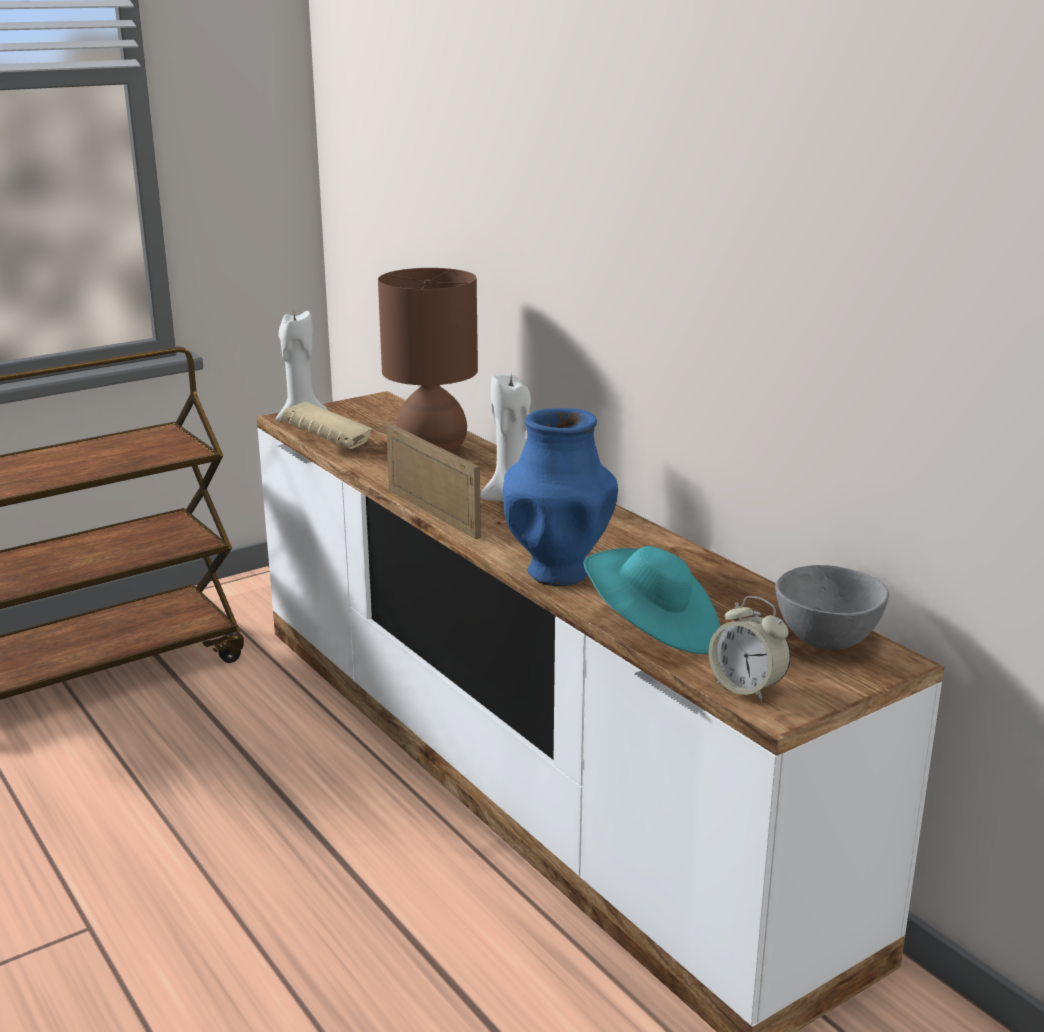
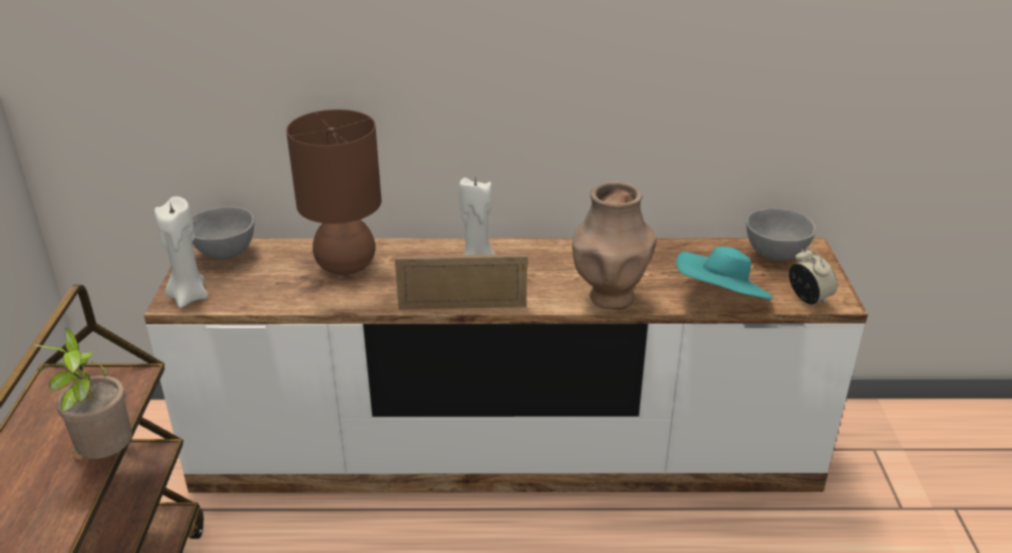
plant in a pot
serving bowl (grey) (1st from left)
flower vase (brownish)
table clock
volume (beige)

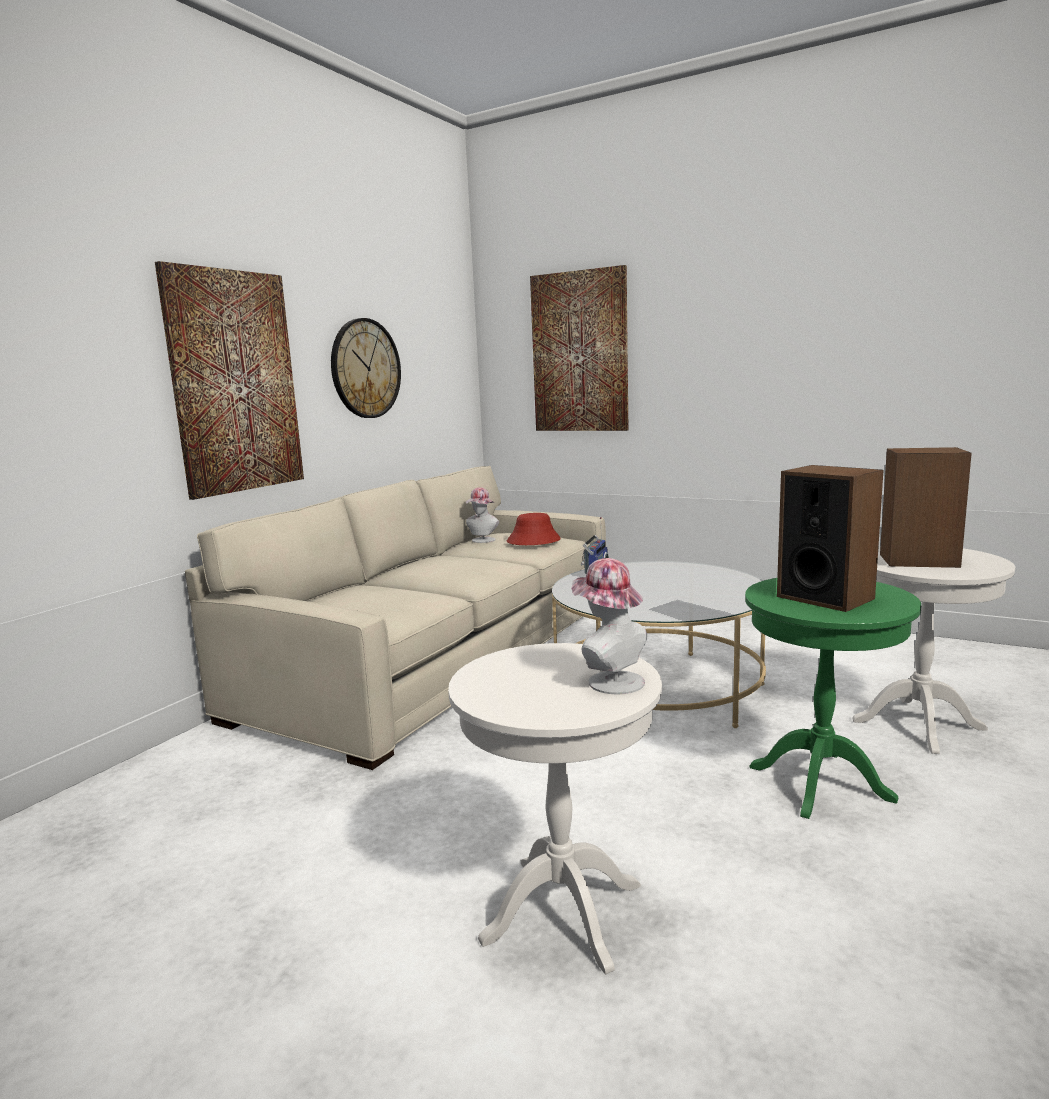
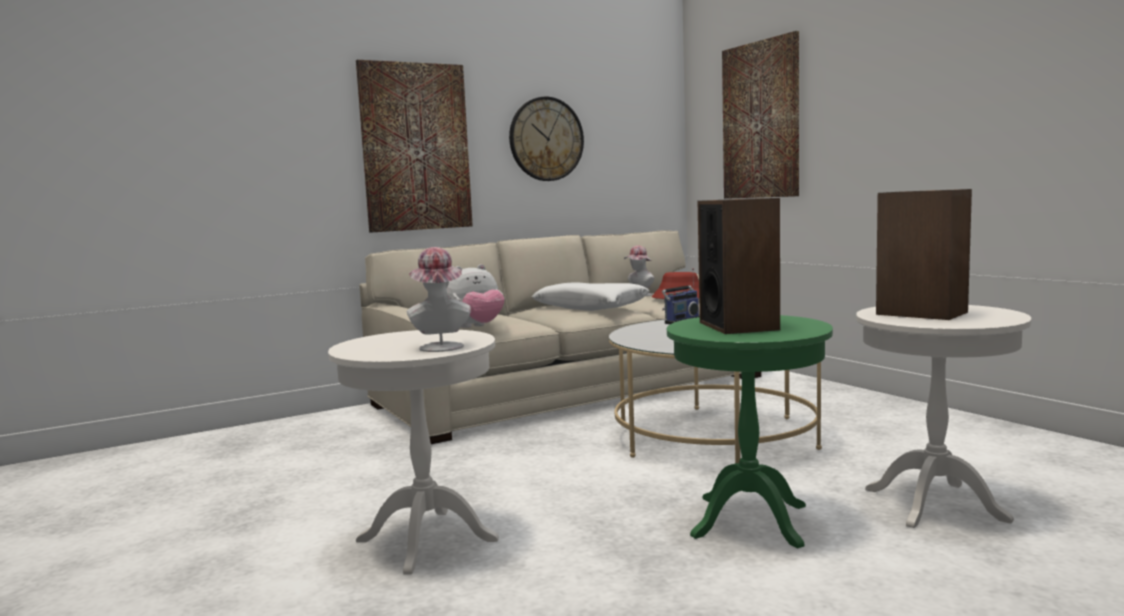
plush toy
pillow (whitish)

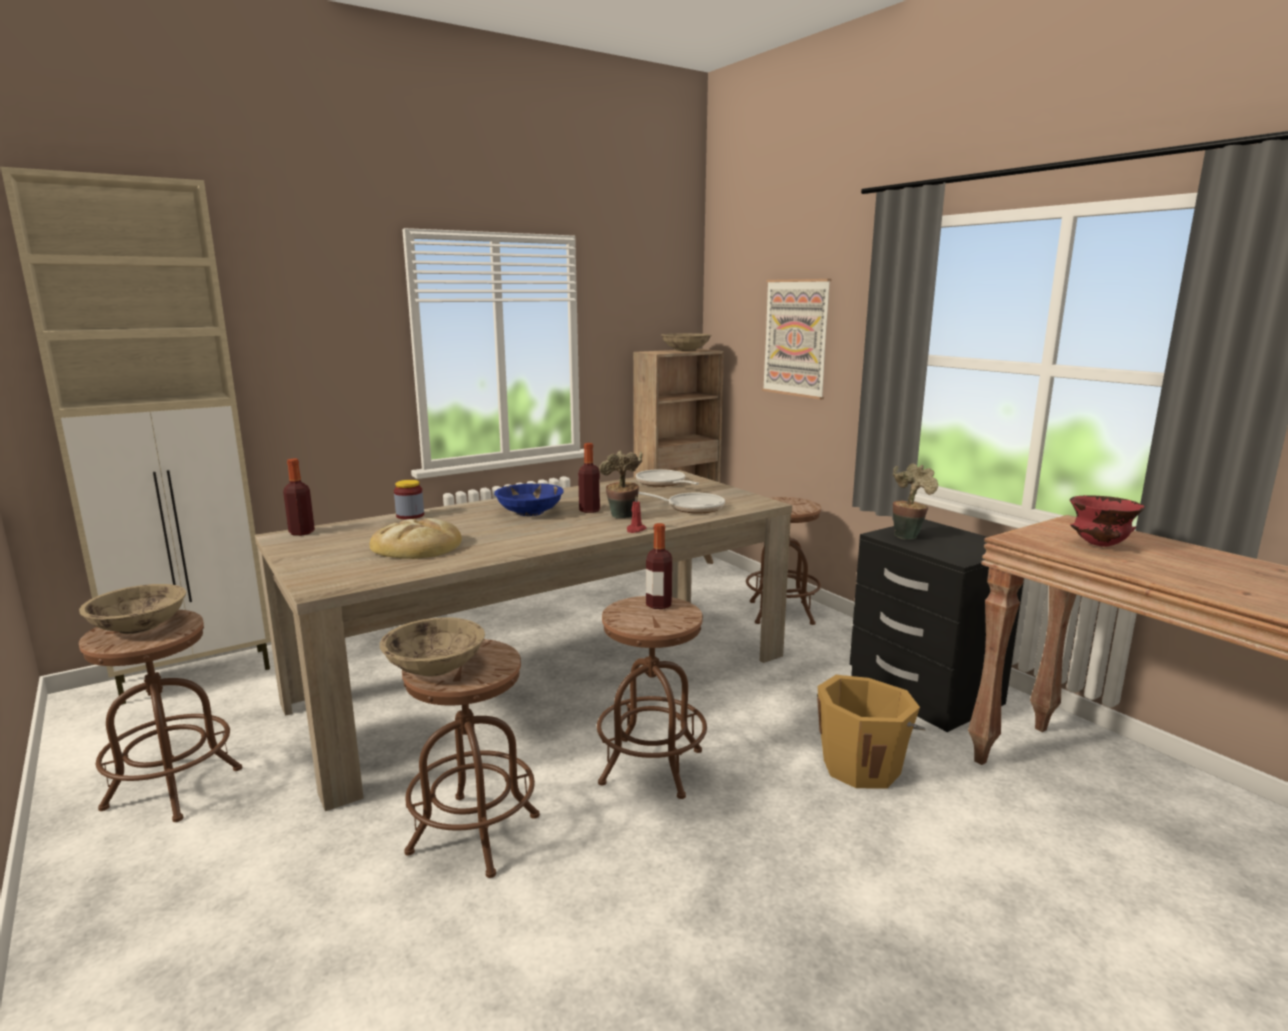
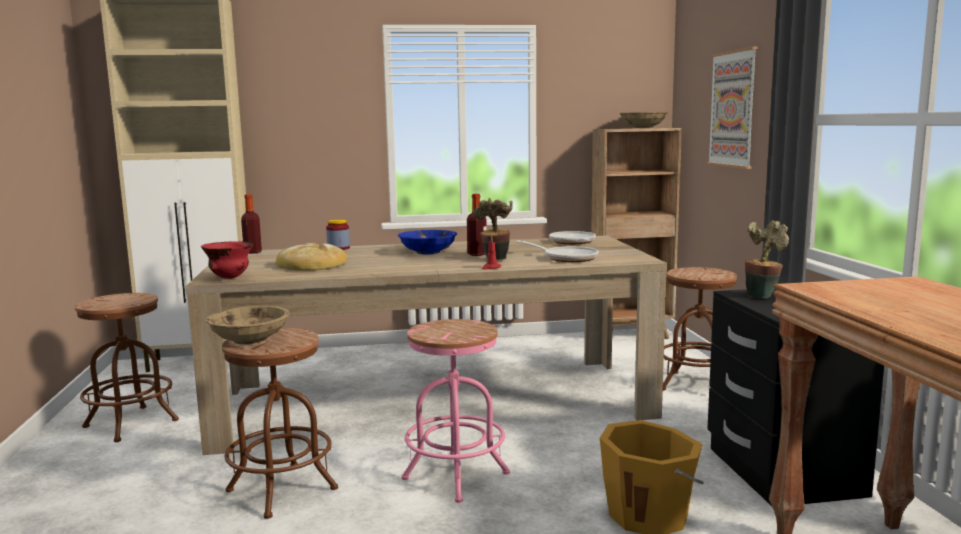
serving bowl (red)
sitting stool (pink-coloured)
serving bowl (beige) (1st from left in the first image)
beverage bottle (3rd from left in the first image)

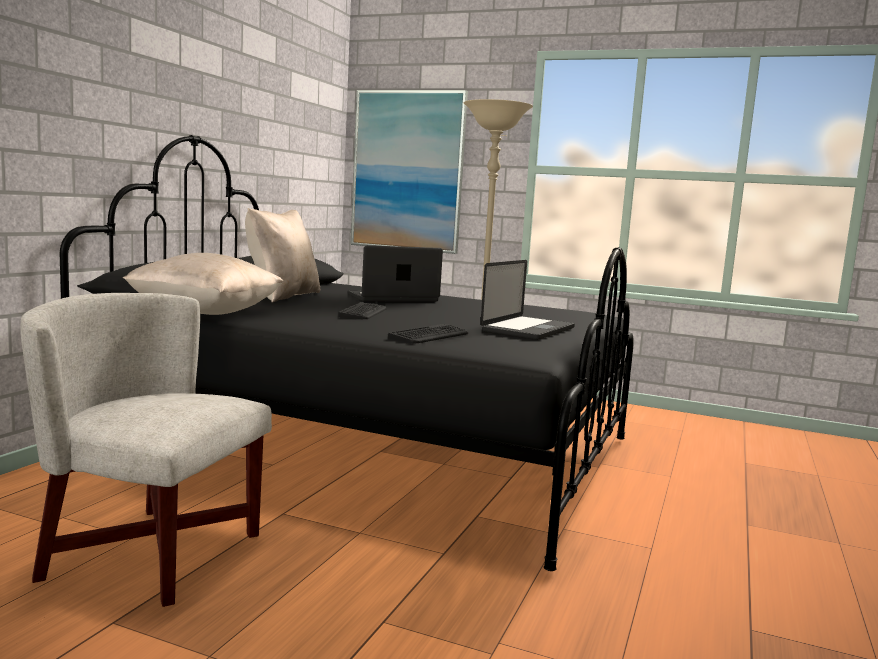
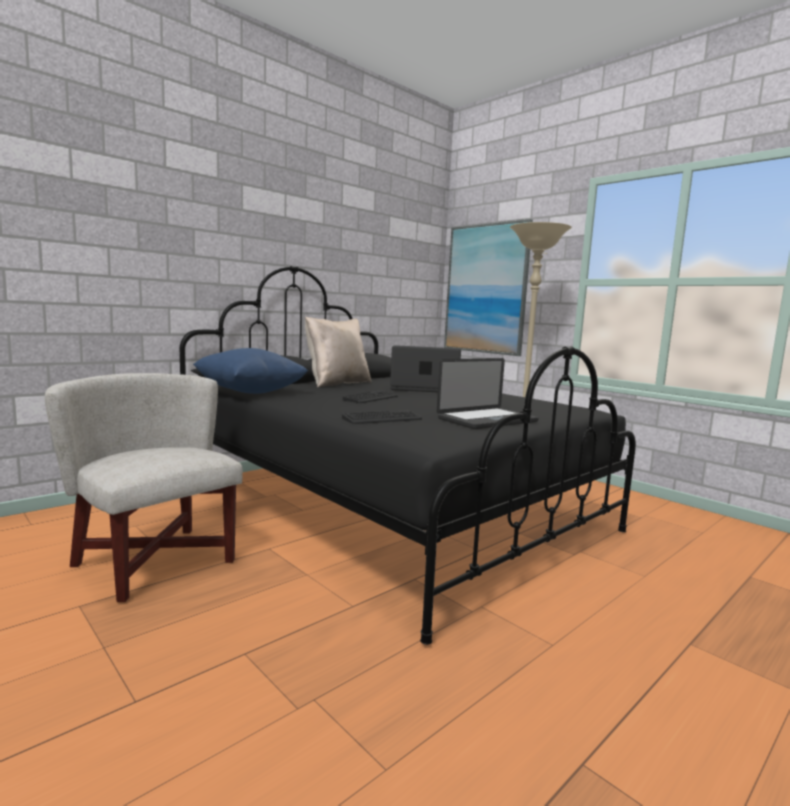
pillow (blue-coloured)

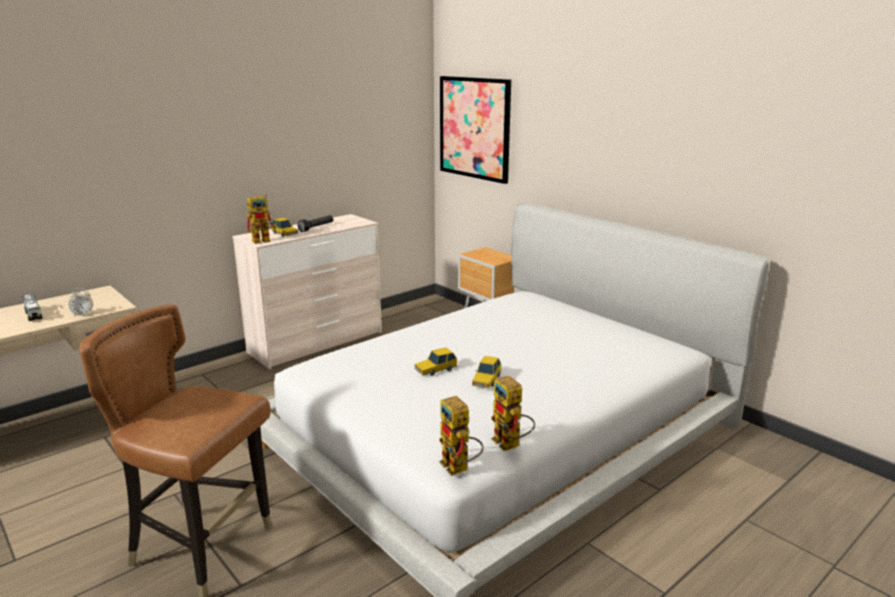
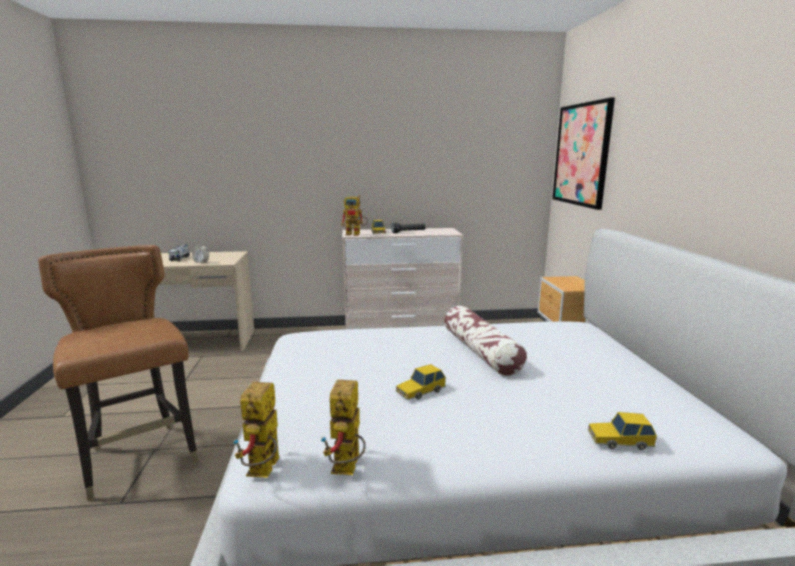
pillow
toy car (3rd from left)

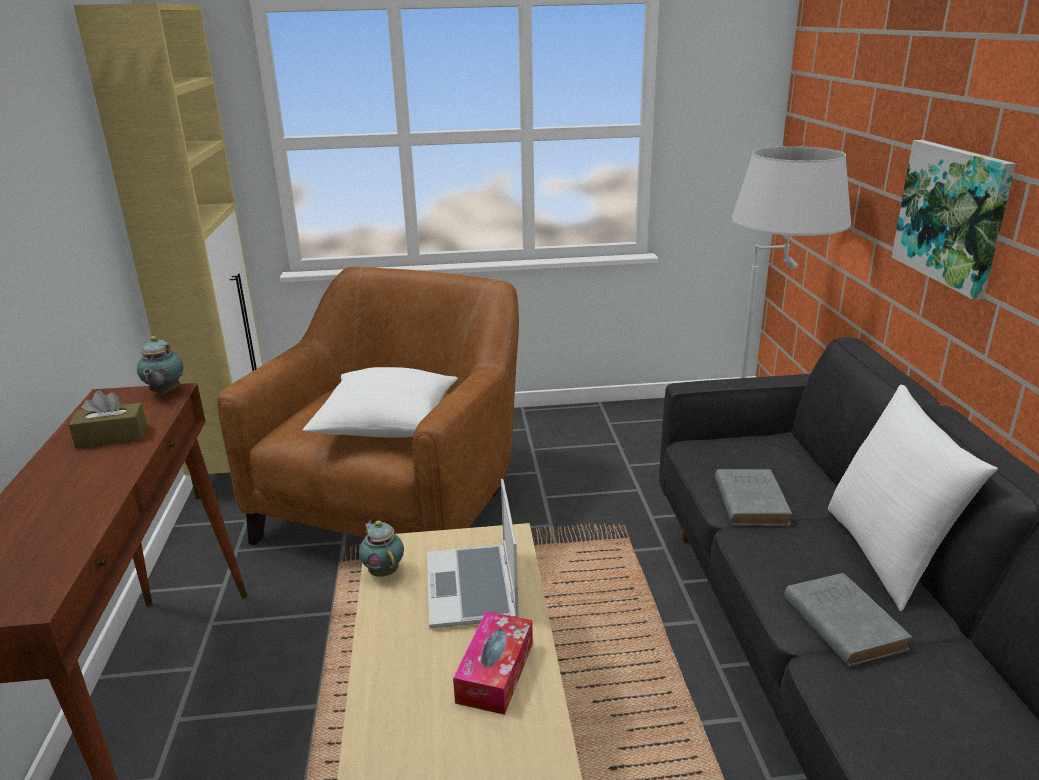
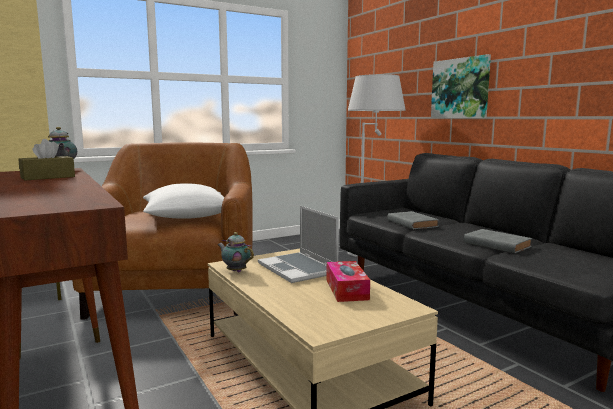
pillow (whitish) (2nd from left in the first image)

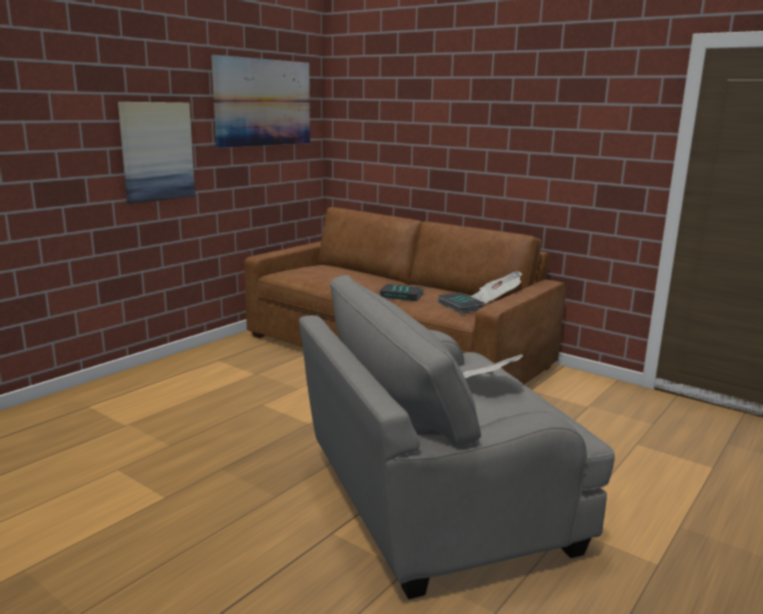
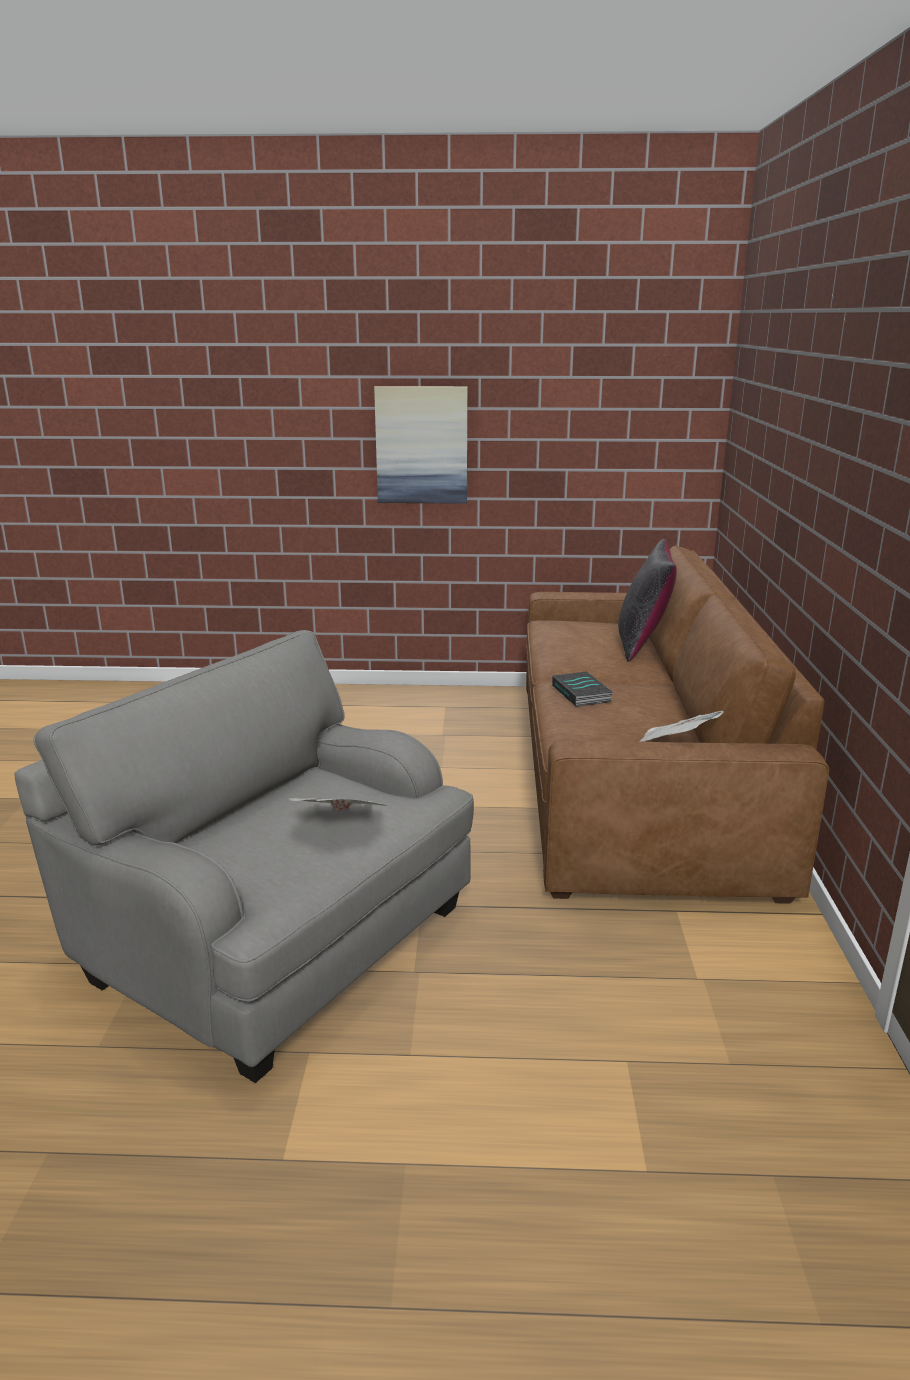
pillow (black)
picture (2nd from left in the first image)
volume (2nd from left in the first image)

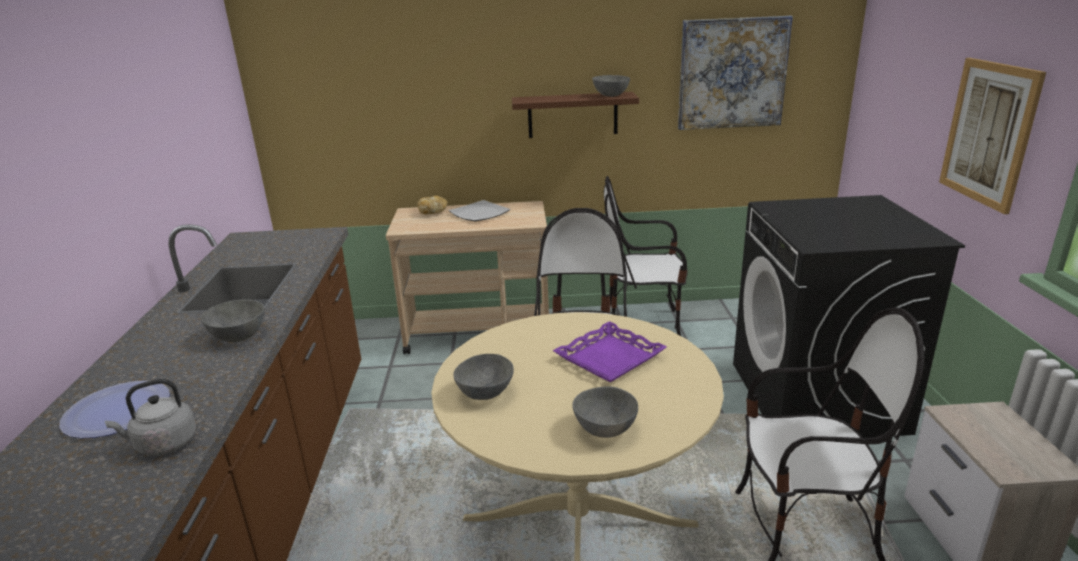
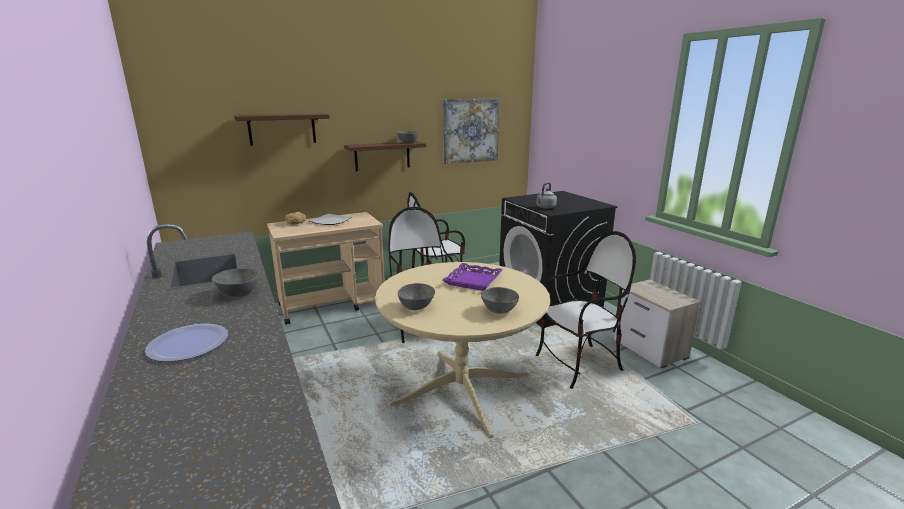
wall shelf (brownish) (1st from left)
kettle (grey)
picture (2nd from left in the first image)

